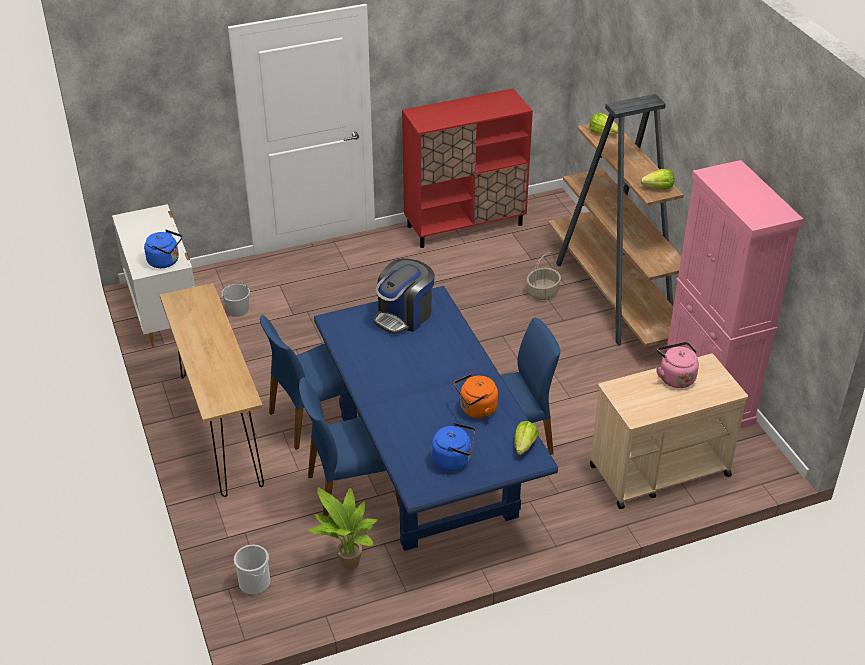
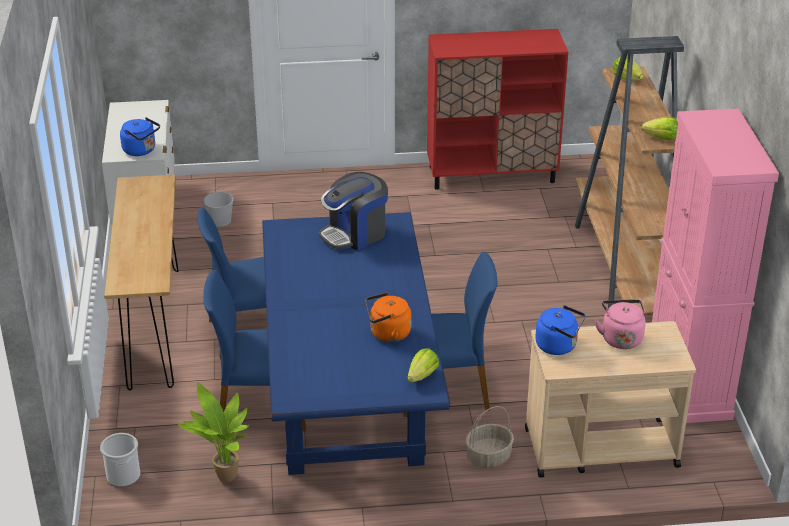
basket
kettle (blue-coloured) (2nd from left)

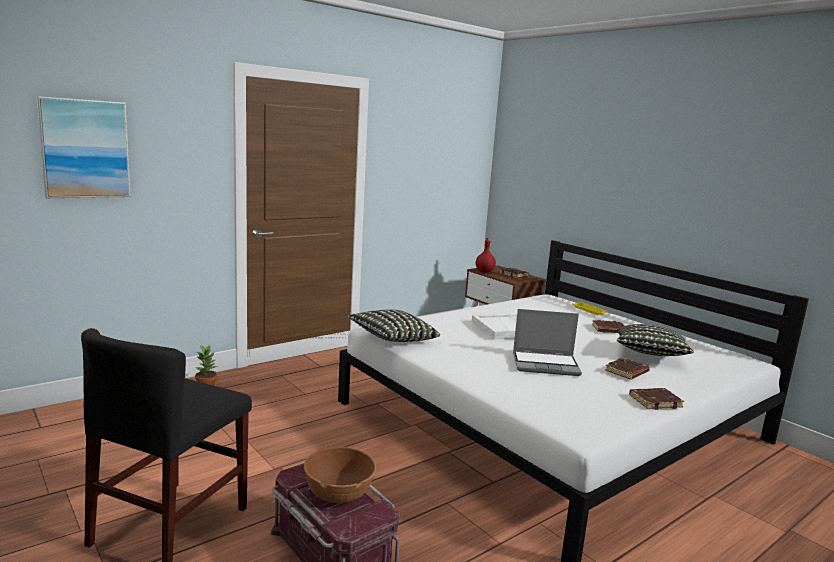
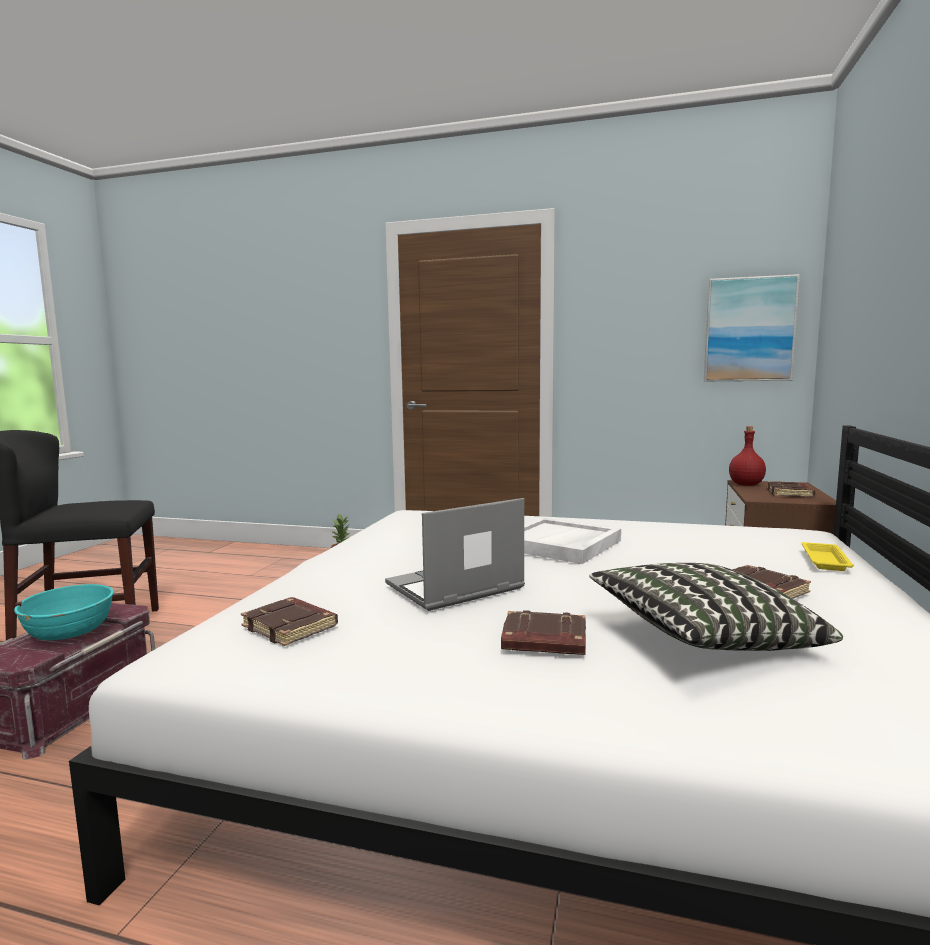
serving bowl (turquoise-coloured)
volume (brownish) (1st from left)
portable computer
picture
pillow (1st from left in the first image)

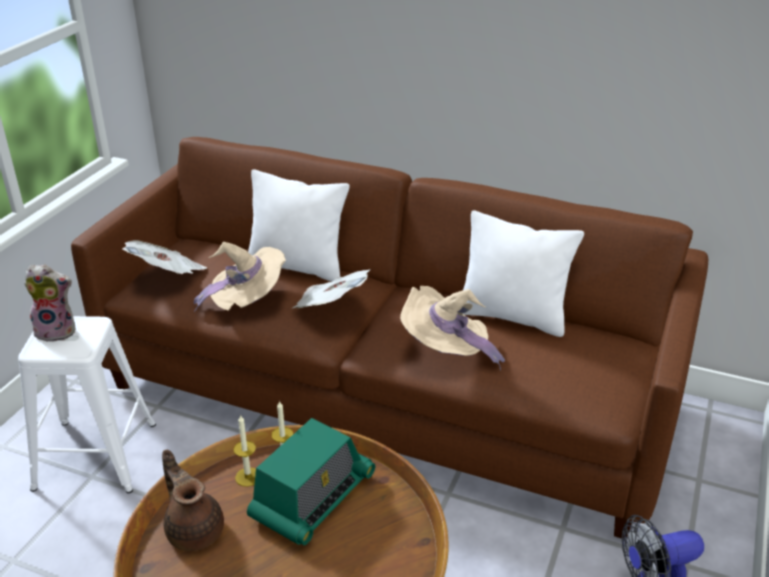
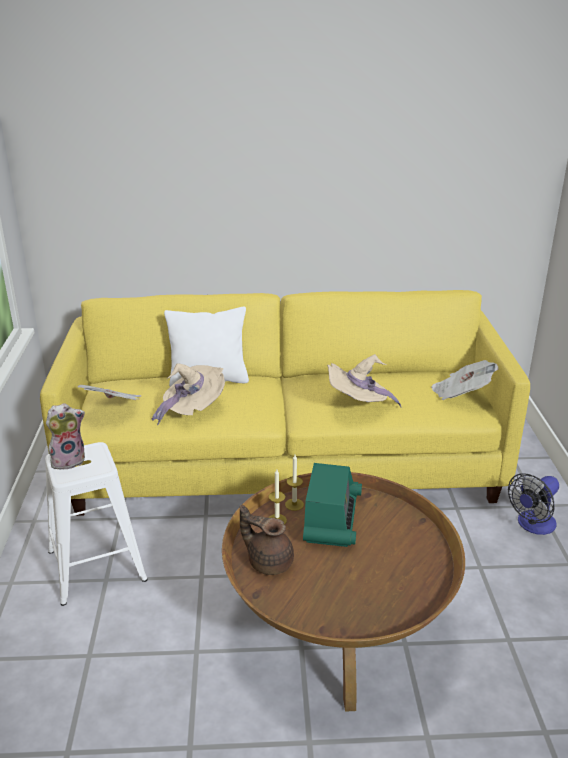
couch (yellow-coloured)
daily paper (2nd from left)
pillow (whitish) (2nd from left in the first image)

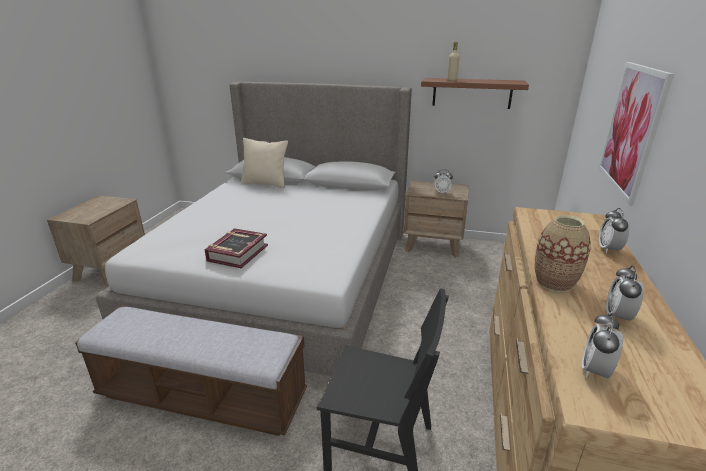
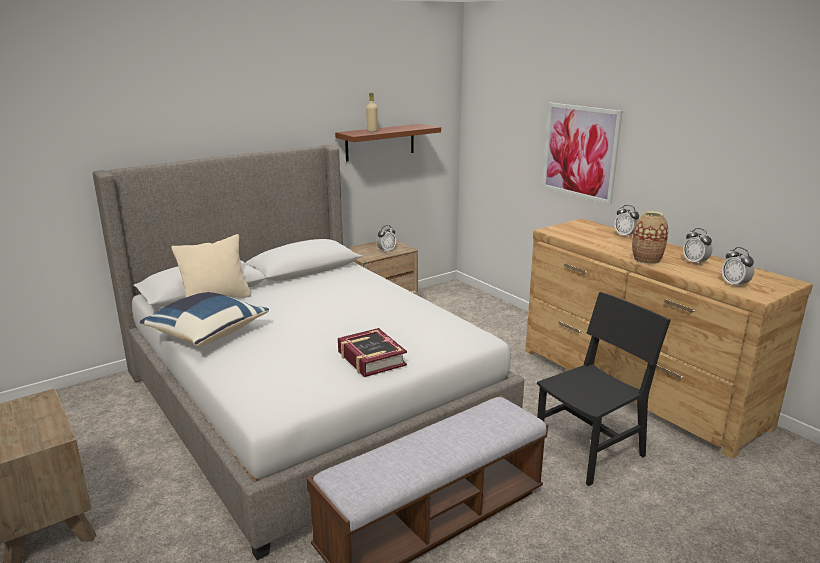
pillow (blue-coloured)

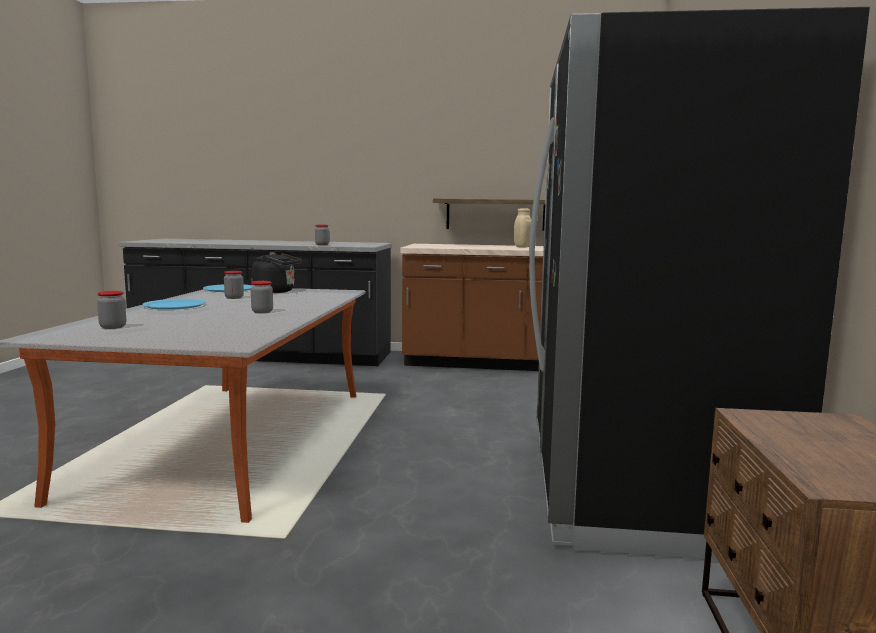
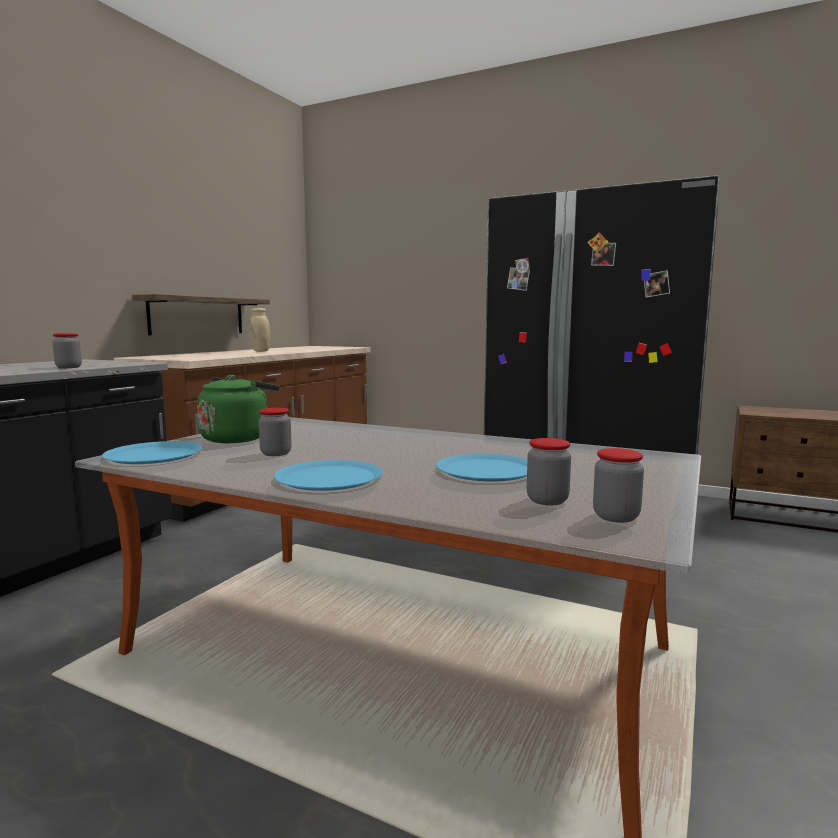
kettle (greenish)
plate (blue-coloured) (3rd from left)
jar (4th from left)

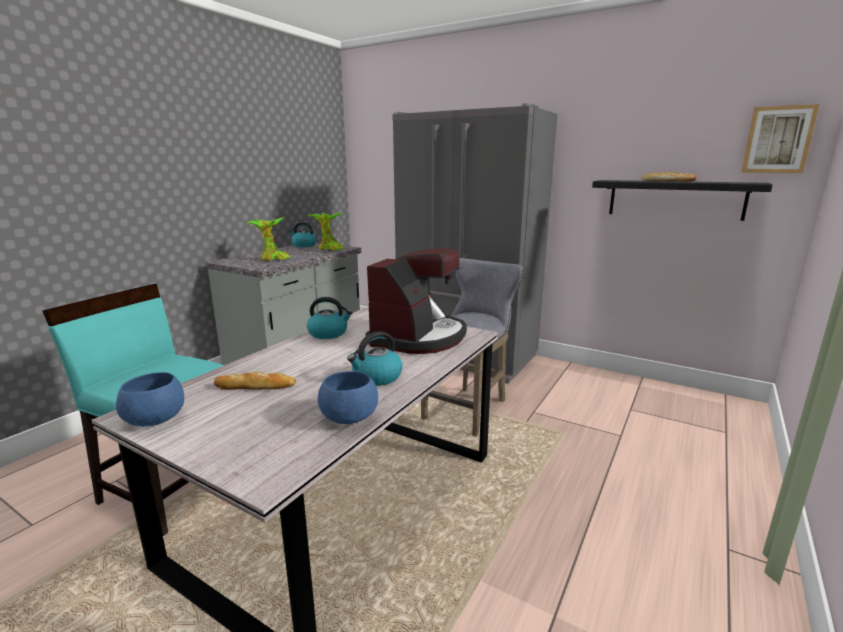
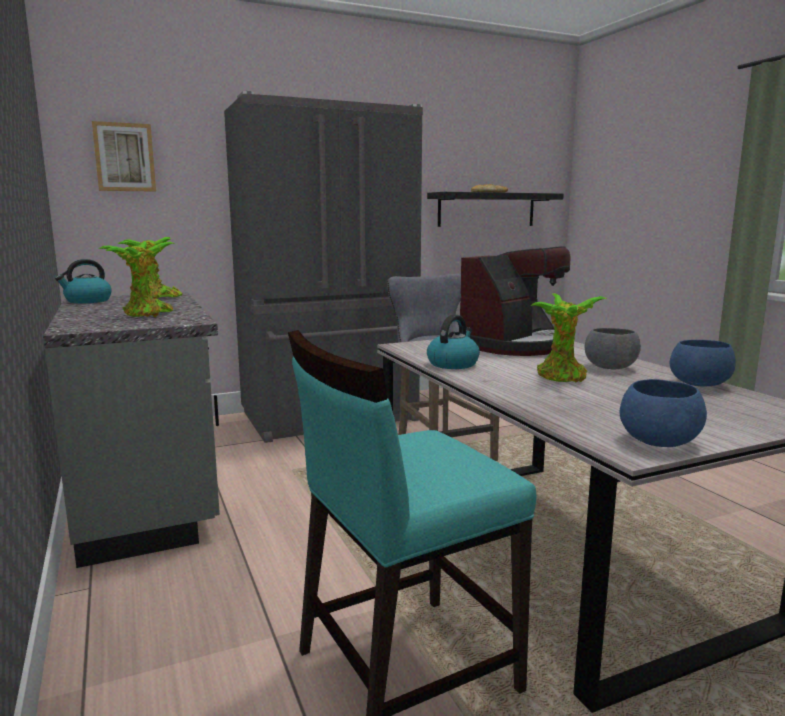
picture
coffee brewer
plant in a pot (3rd from left)
serving bowl (grey)
baked bread (1st from left in the first image)

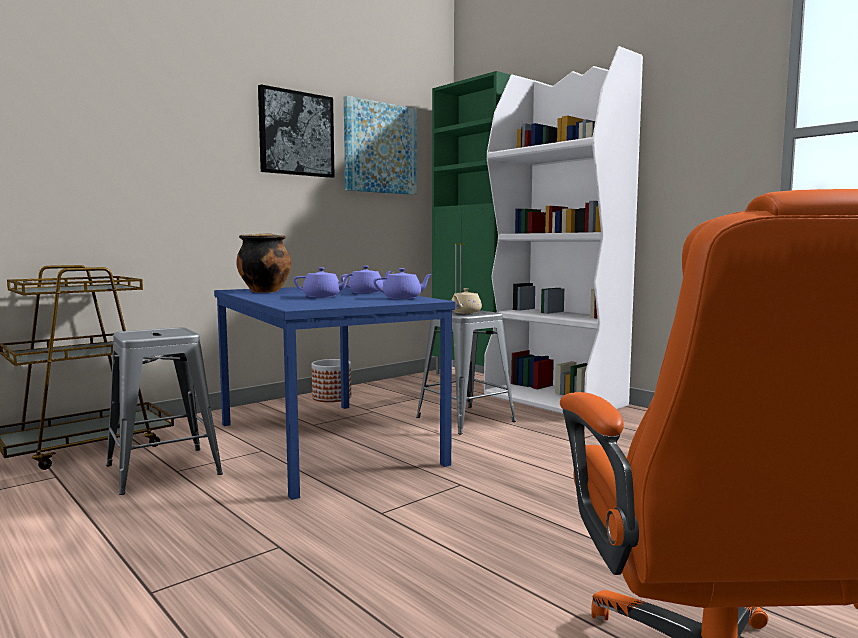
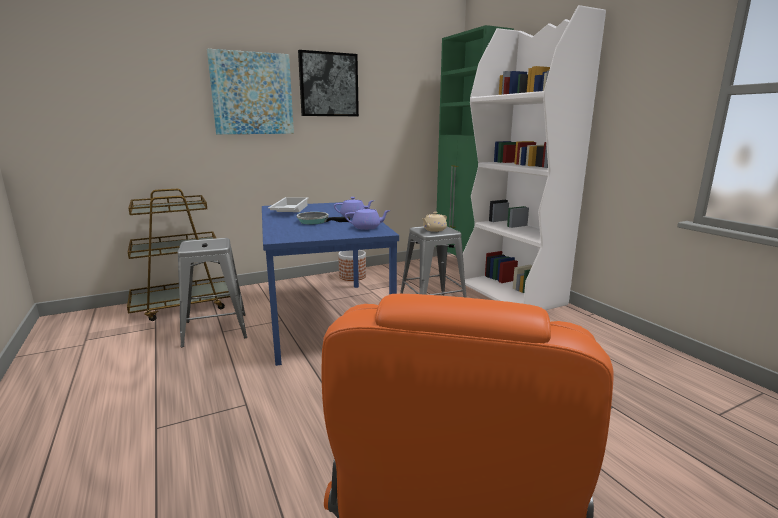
picture (1st from left)
tray (whitish)
skillet

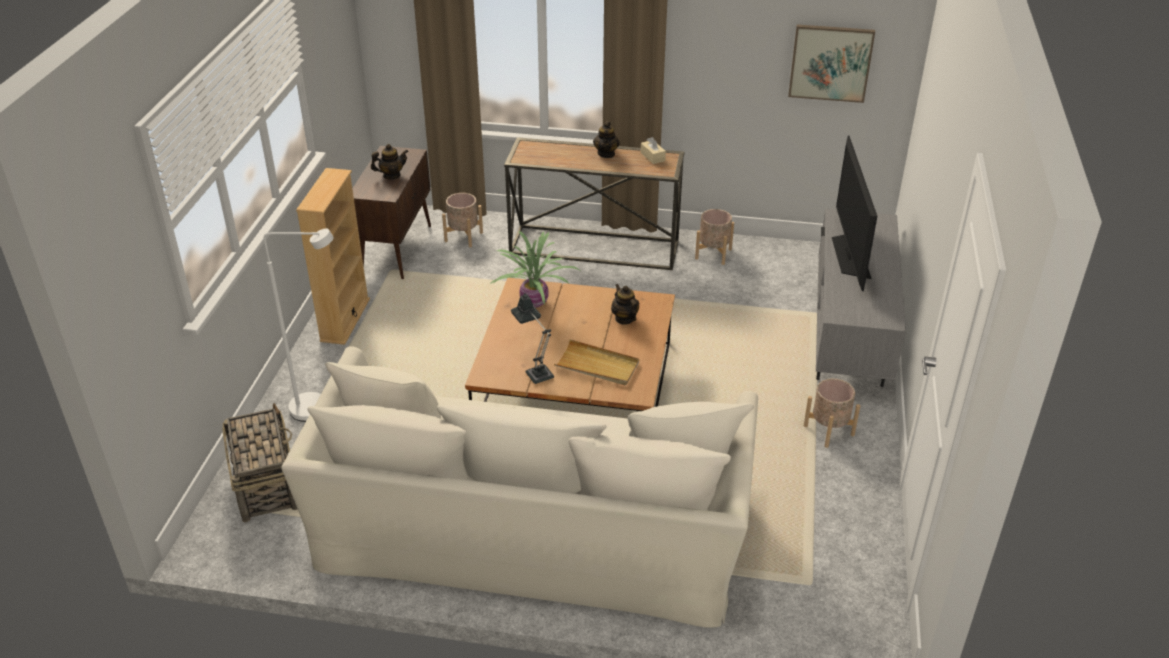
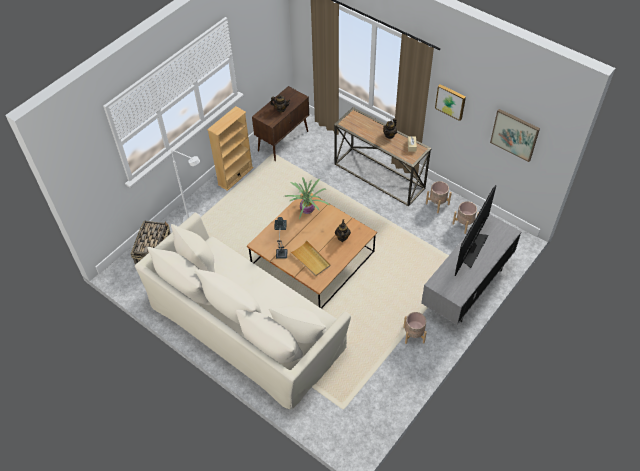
picture (1st from left)
planter (beige) (3rd from left)

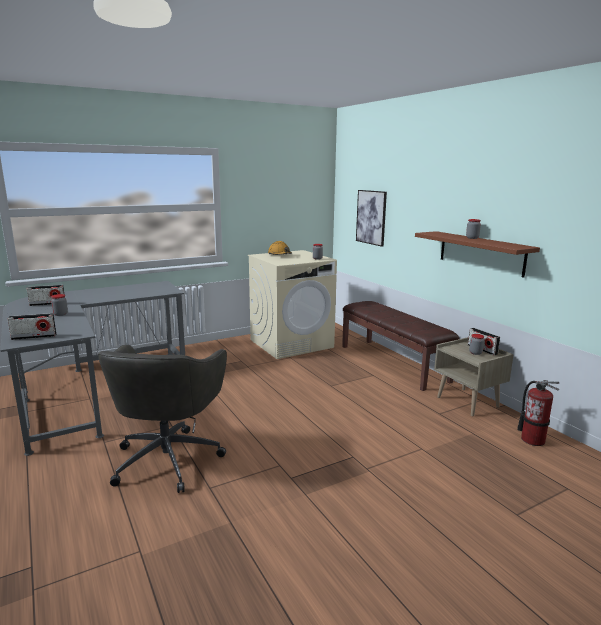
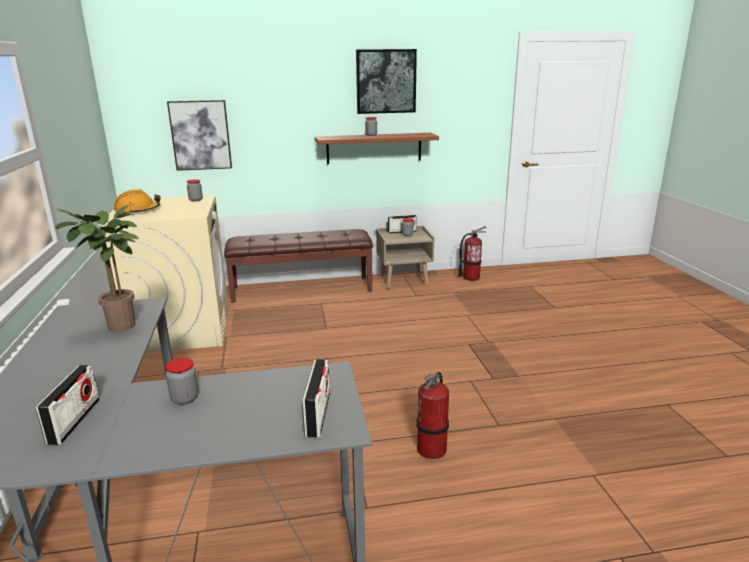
plant in a pot
picture (2nd from left)
extinguisher (1st from left)

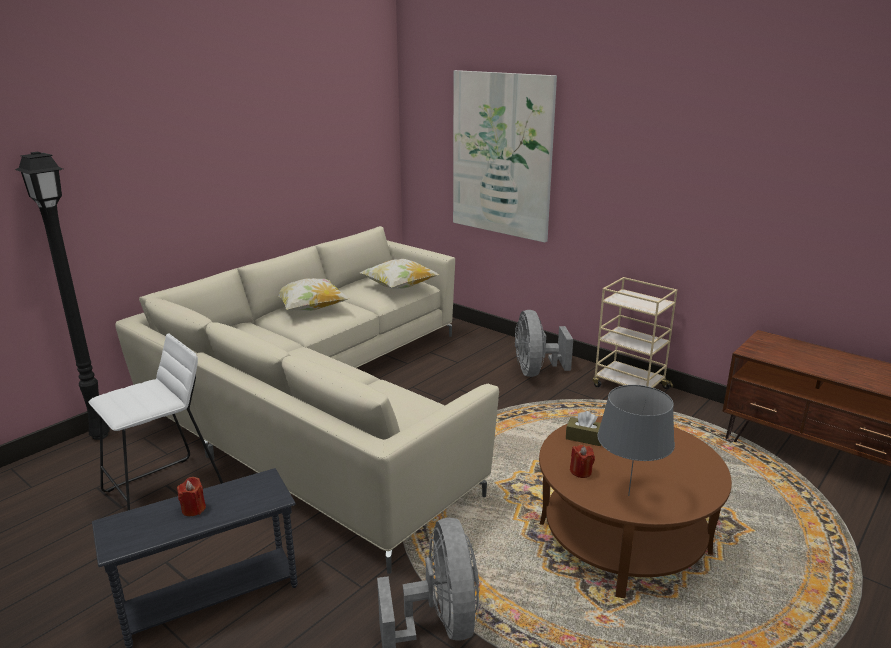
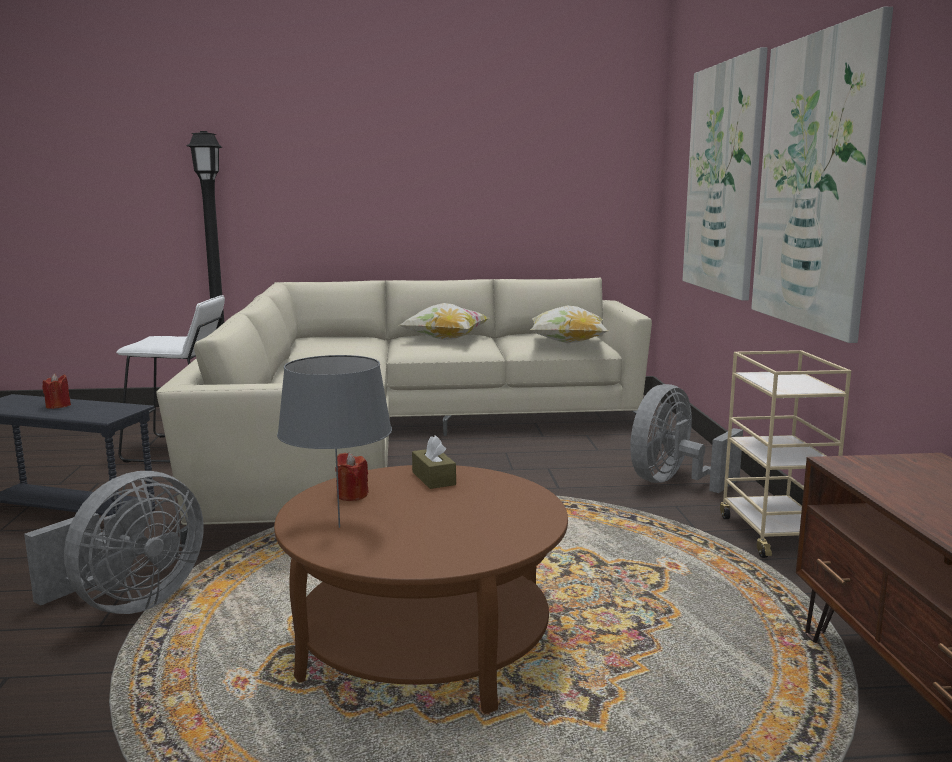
picture (2nd from left)

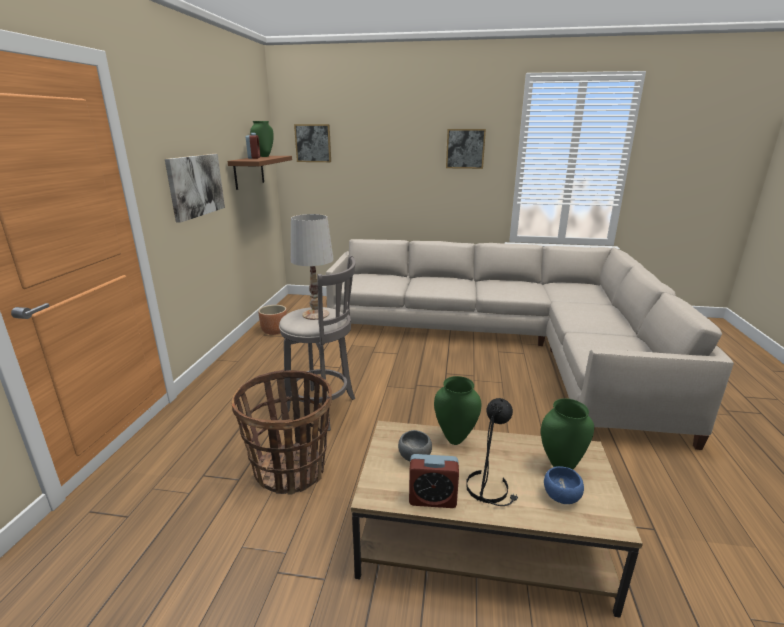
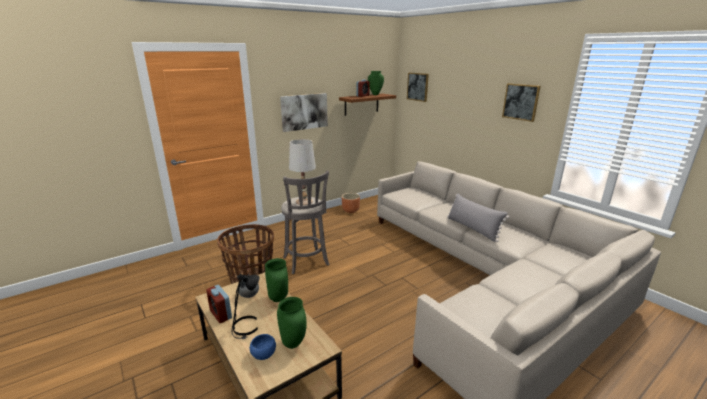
pillow (grey)

